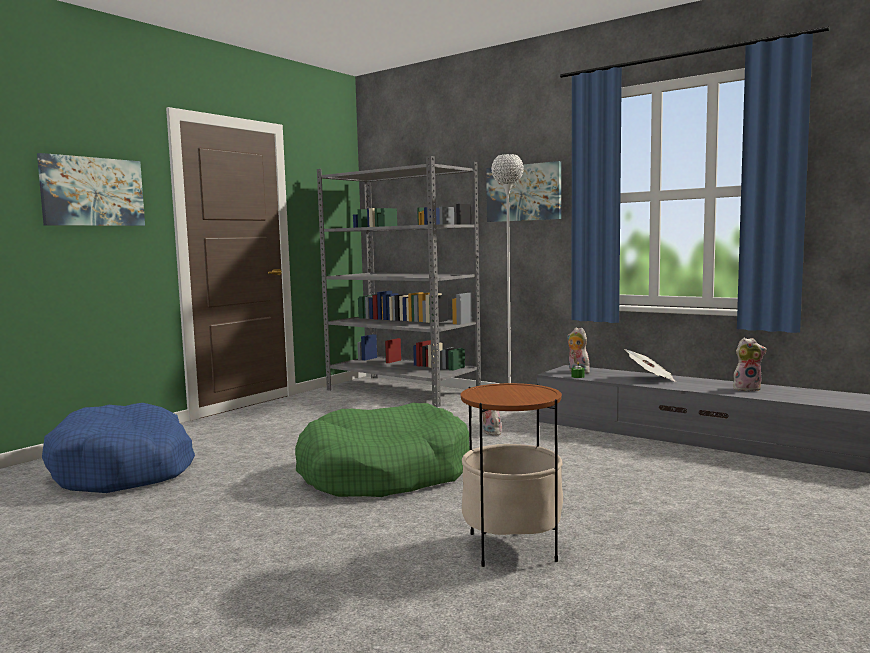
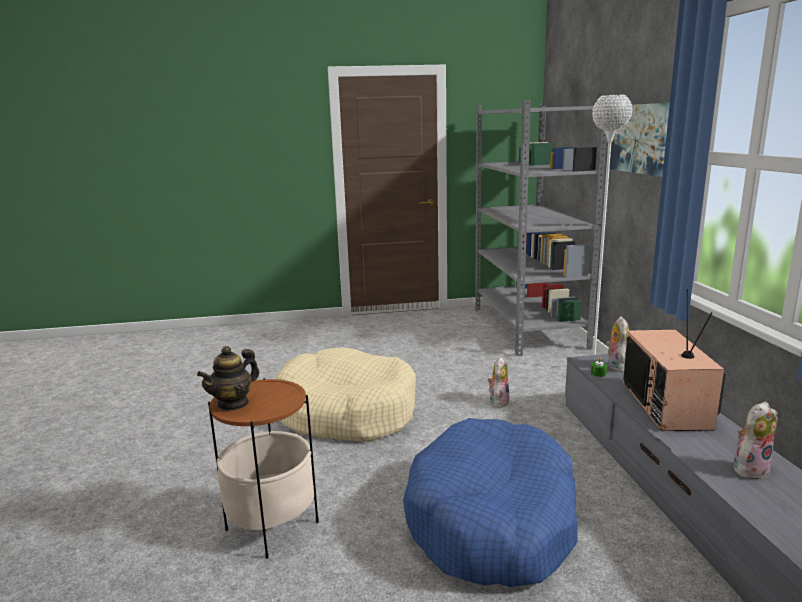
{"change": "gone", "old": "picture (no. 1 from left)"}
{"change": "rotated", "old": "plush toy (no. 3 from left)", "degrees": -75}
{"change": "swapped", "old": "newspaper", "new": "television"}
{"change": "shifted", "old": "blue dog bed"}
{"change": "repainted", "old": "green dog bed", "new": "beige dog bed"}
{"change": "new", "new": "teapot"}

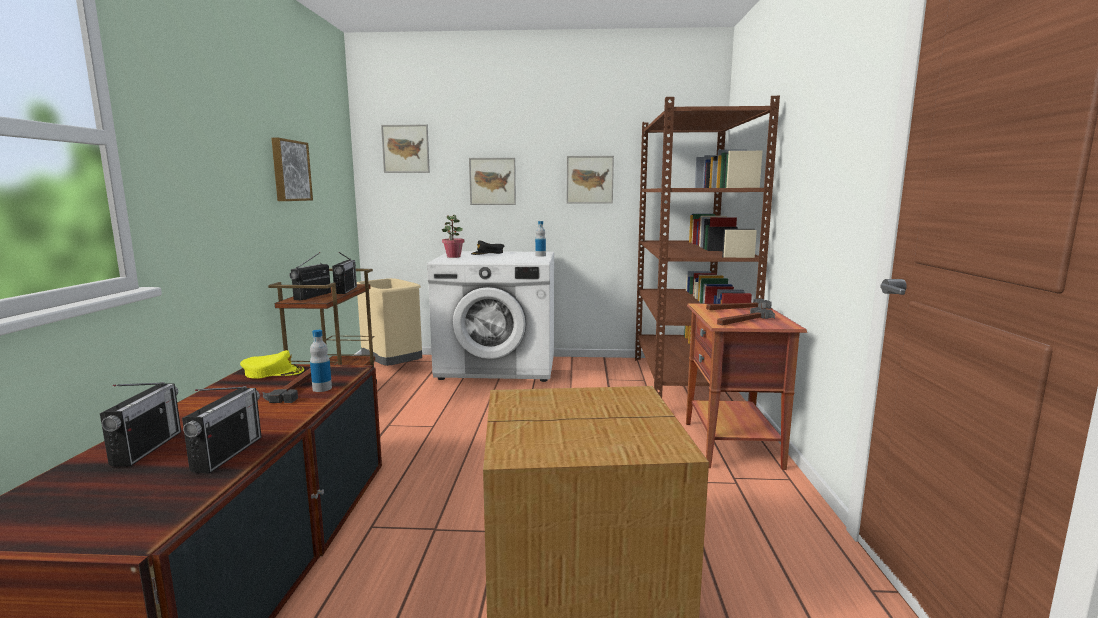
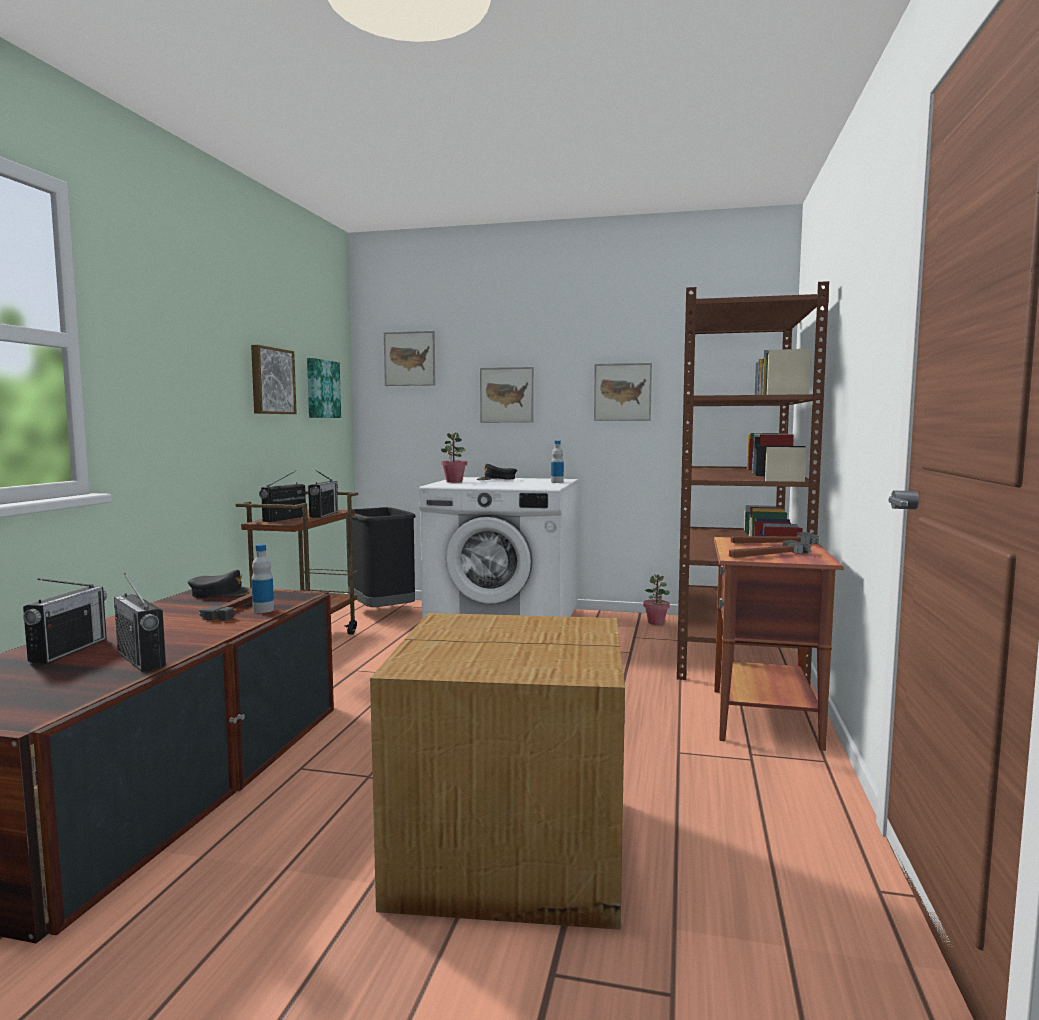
{"change": "repainted", "old": "beige trash can", "new": "black trash can"}
{"change": "repainted", "old": "yellow cap", "new": "black cap (no. 1 from left)"}
{"change": "rotated", "old": "radio (no. 2 from left)", "degrees": 120}
{"change": "new", "new": "picture (no. 2 from left)"}
{"change": "new", "new": "potted plant (no. 2 from left)"}

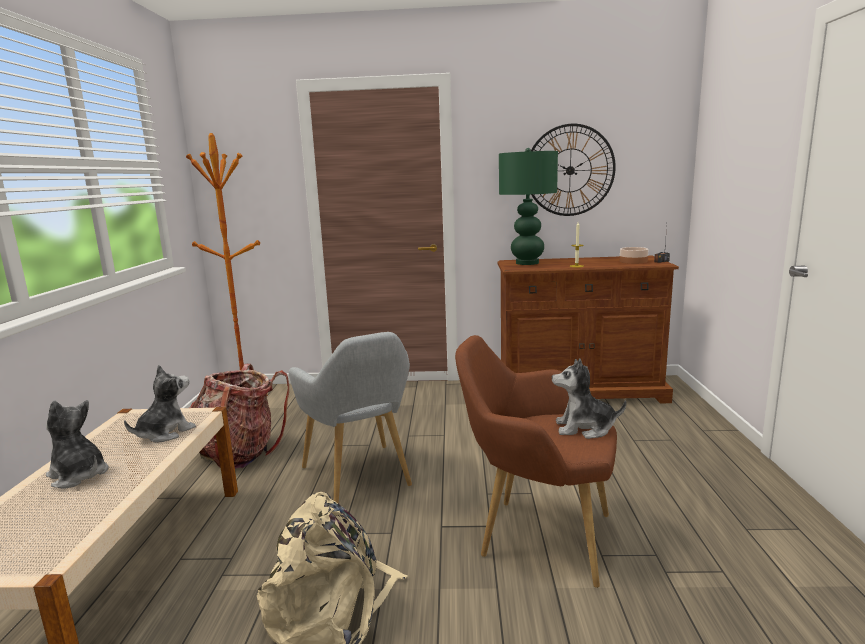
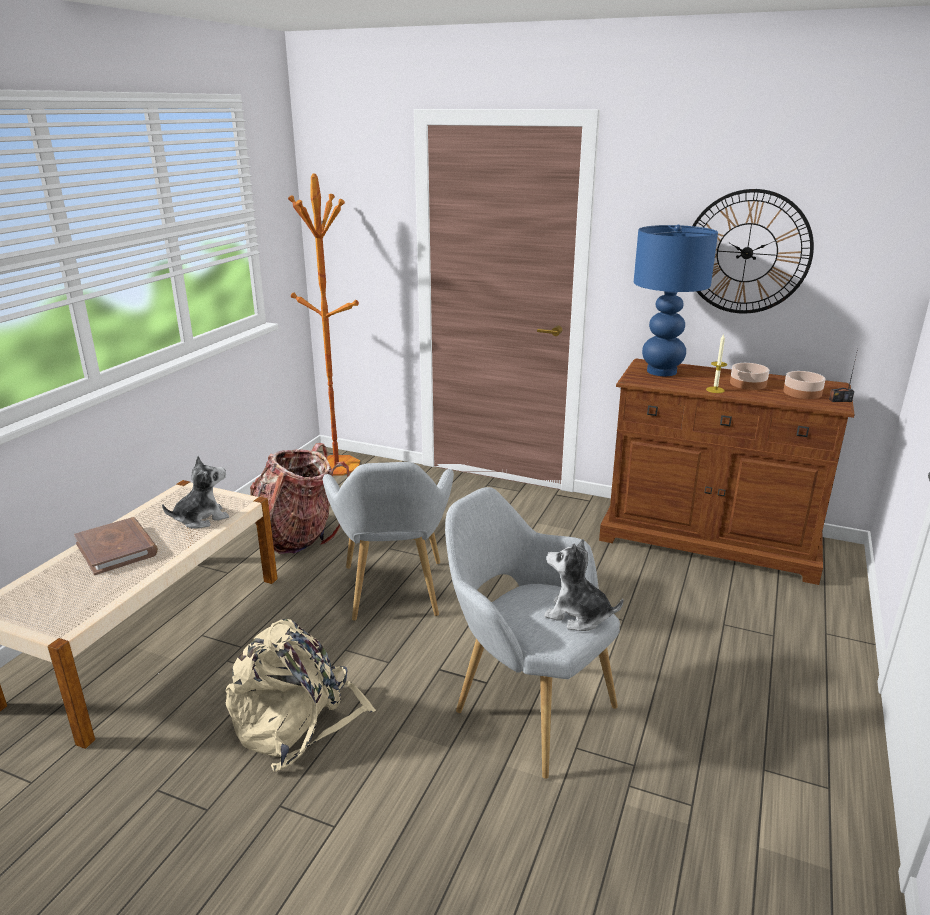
{"change": "repainted", "old": "green table lamp", "new": "blue table lamp"}
{"change": "repainted", "old": "brown armchair", "new": "grey armchair (no. 2 from left)"}
{"change": "swapped", "old": "plush toy (no. 1 from left)", "new": "brown book"}
{"change": "new", "new": "bowl (no. 1 from left)"}

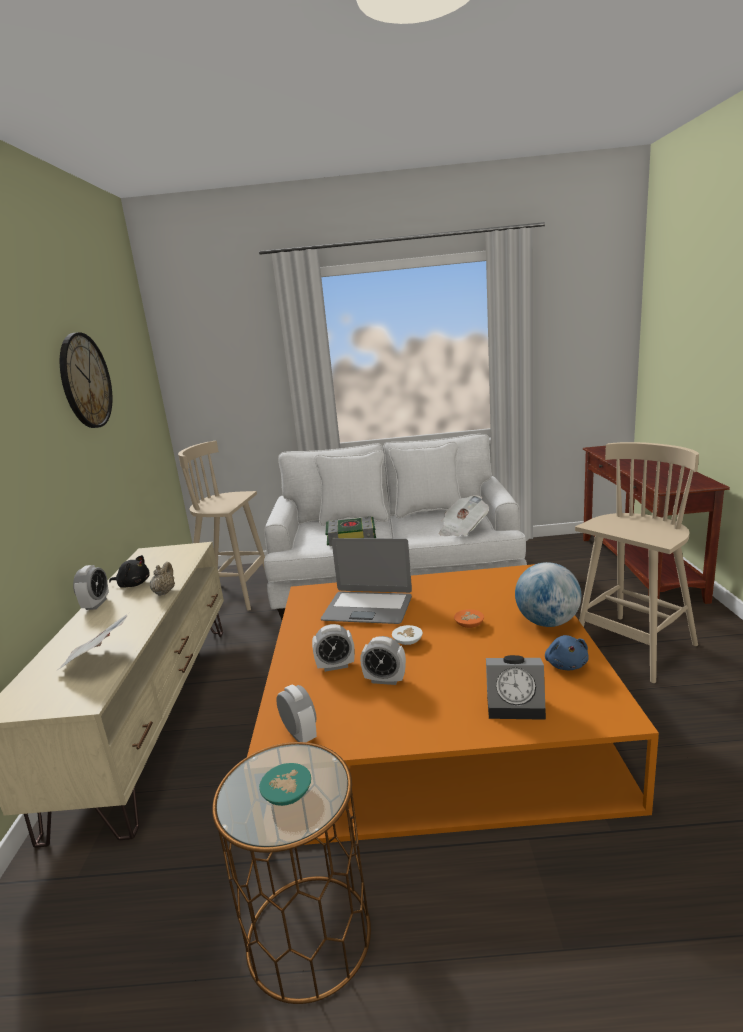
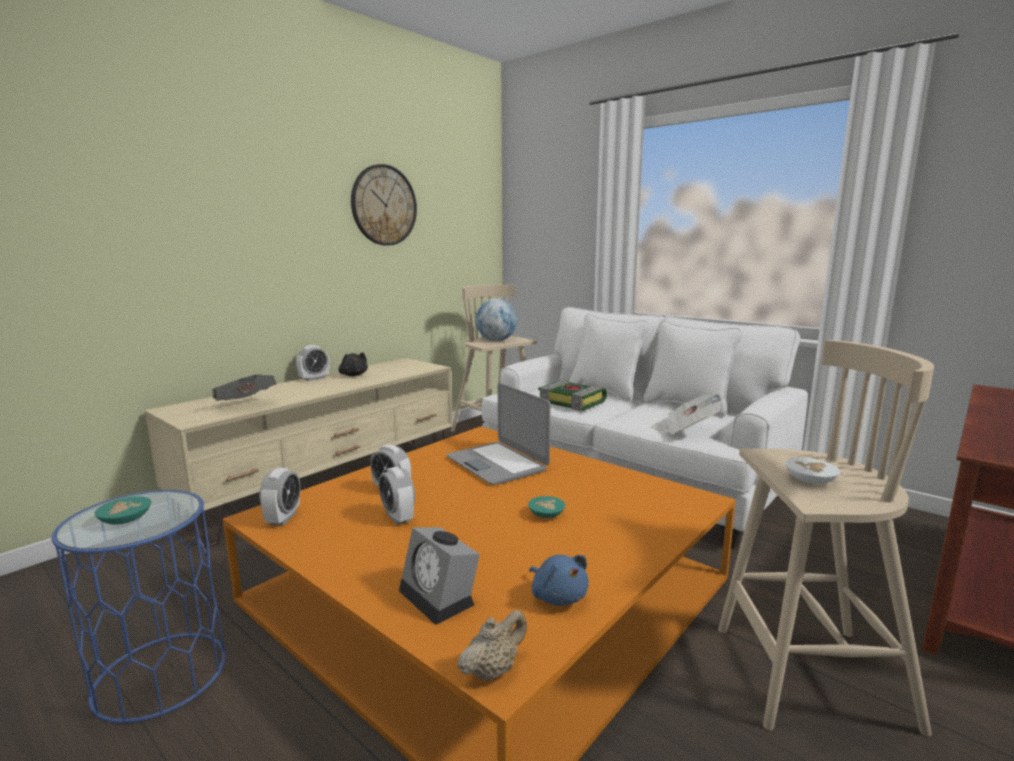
{"change": "shifted", "old": "beige teapot"}
{"change": "shifted", "old": "globe"}
{"change": "repainted", "old": "orange bowl", "new": "turquoise bowl (no. 2 from left)"}
{"change": "shifted", "old": "white bowl"}
{"change": "rotated", "old": "blue plush toy", "degrees": -75}
{"change": "repainted", "old": "brown side table", "new": "blue side table"}

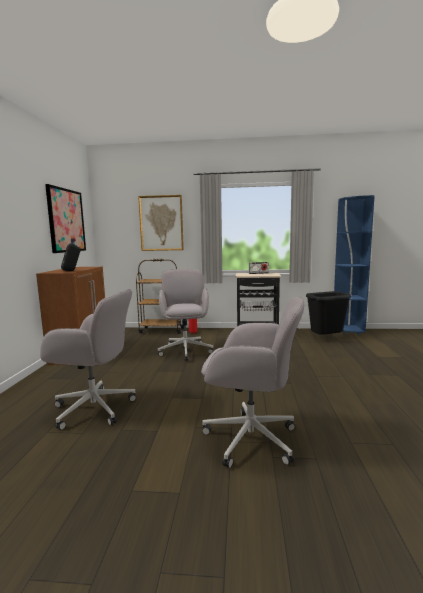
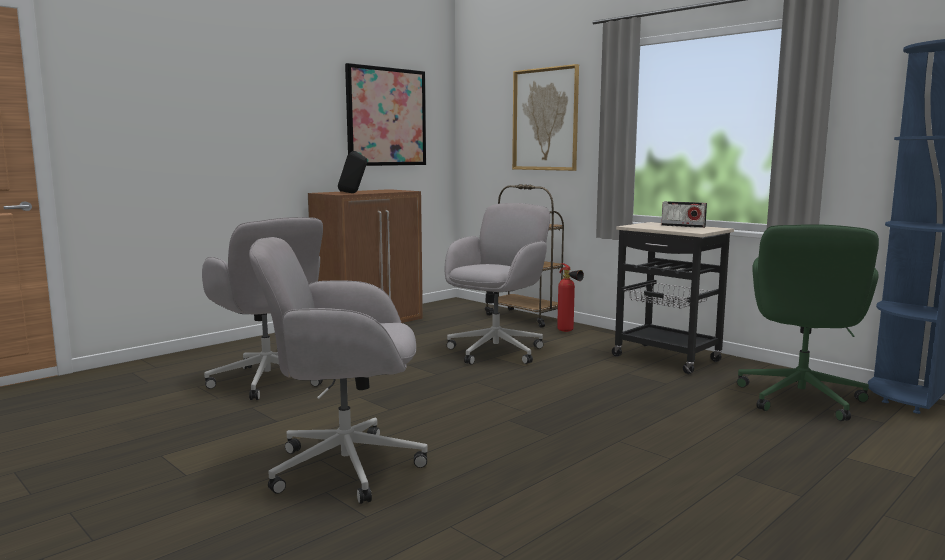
{"change": "swapped", "old": "black trash can", "new": "green office chair"}
{"change": "rotated", "old": "grey office chair (no. 3 from left in the first image)", "degrees": 120}

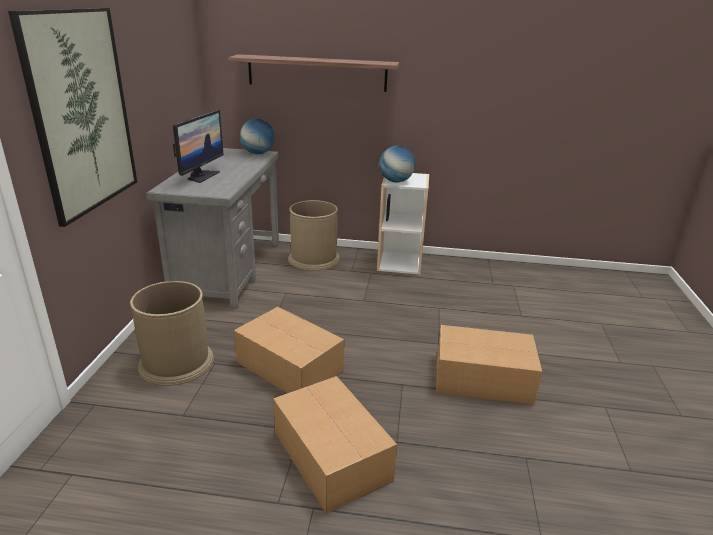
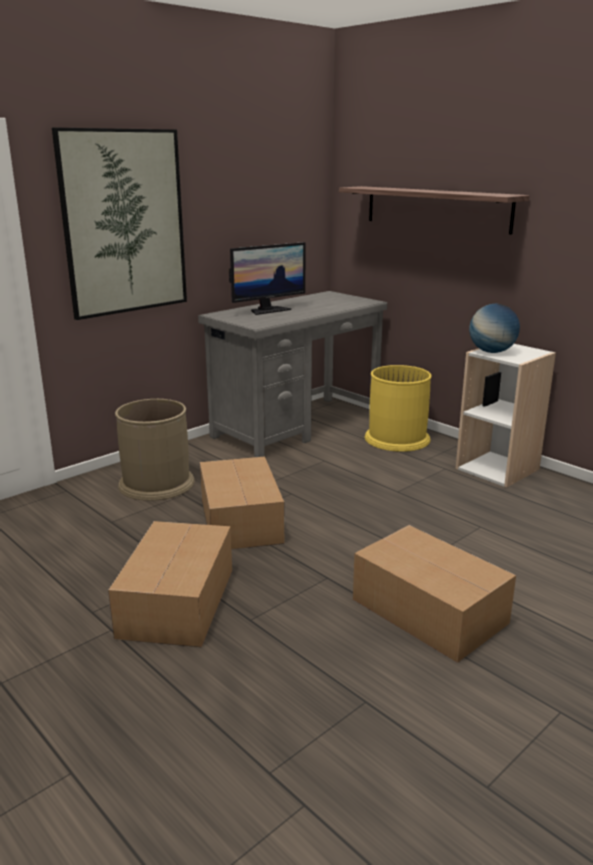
{"change": "gone", "old": "globe (no. 1 from left)"}
{"change": "repainted", "old": "brown trash can (no. 2 from left)", "new": "yellow trash can"}

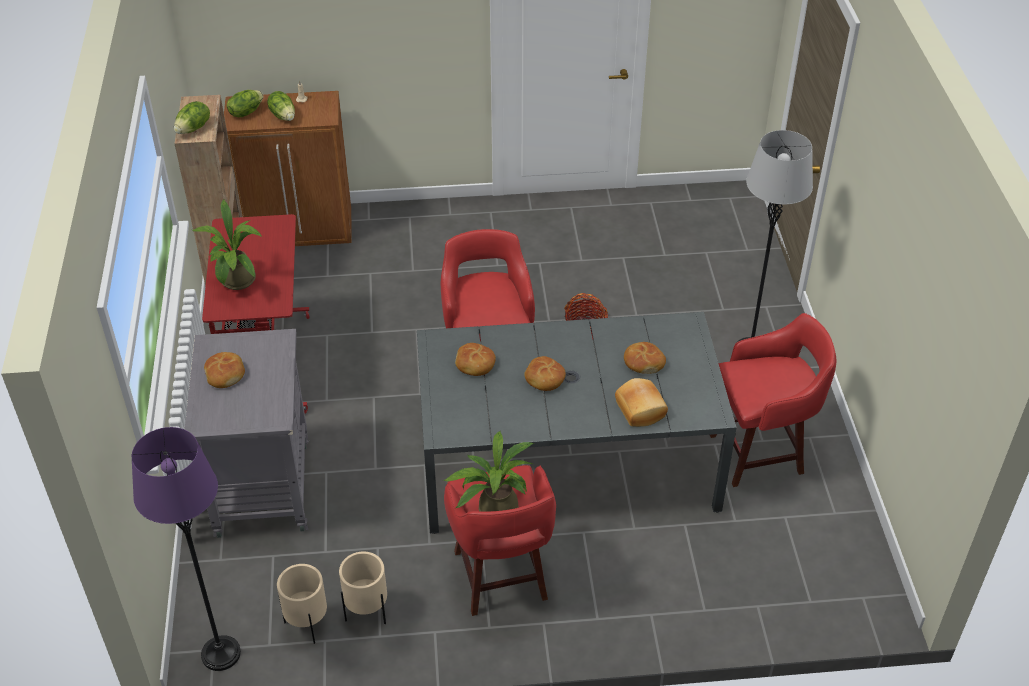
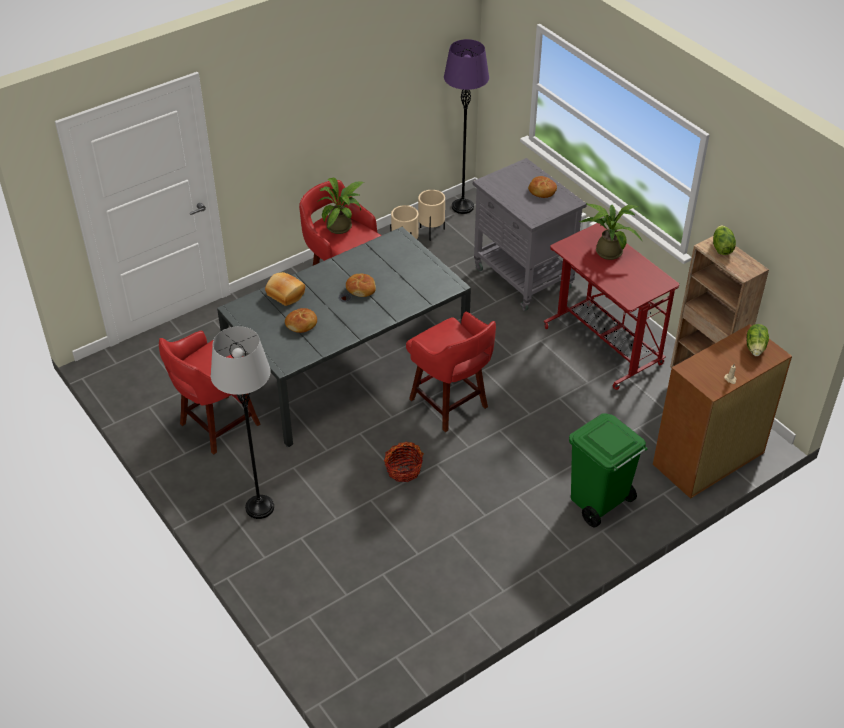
{"change": "gone", "old": "lettuce (no. 3 from left)"}
{"change": "gone", "old": "bread (no. 2 from left)"}
{"change": "new", "new": "green trash can"}

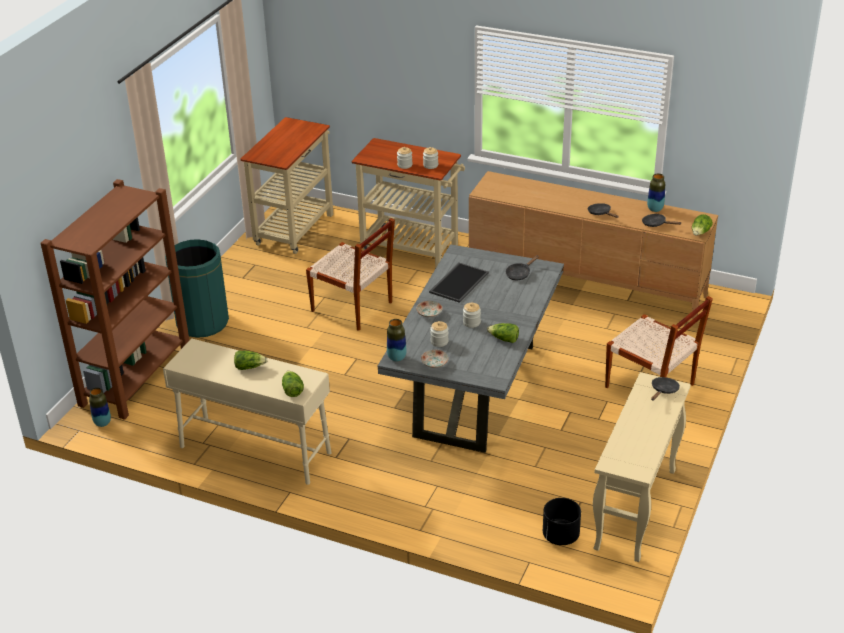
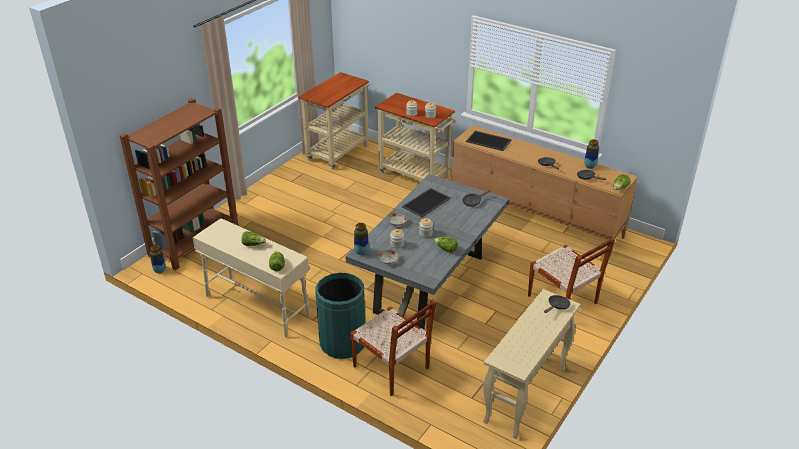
{"change": "shifted", "old": "chair (no. 1 from left)"}
{"change": "shifted", "old": "green trash can"}
{"change": "gone", "old": "black planter"}
{"change": "new", "new": "tray (no. 2 from left)"}

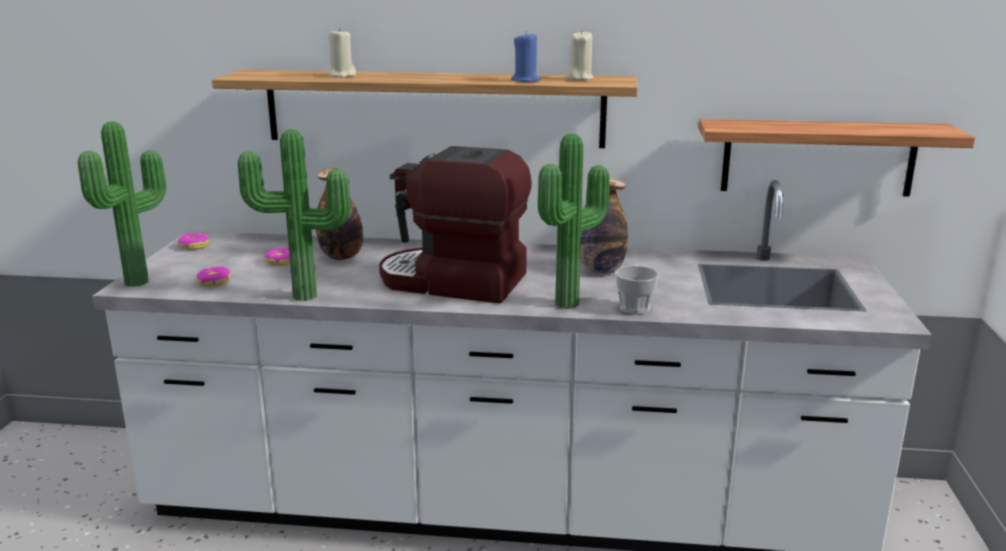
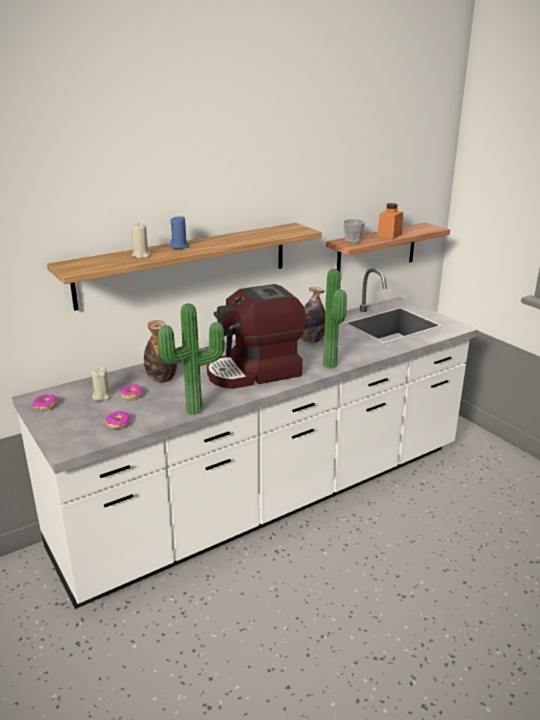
{"change": "shifted", "old": "beige candle (no. 2 from left in the first image)", "new": "beige candle (no. 1 from left)"}
{"change": "shifted", "old": "blue candle"}
{"change": "gone", "old": "potted plant (no. 1 from left)"}
{"change": "shifted", "old": "cup"}
{"change": "new", "new": "orange jar"}

